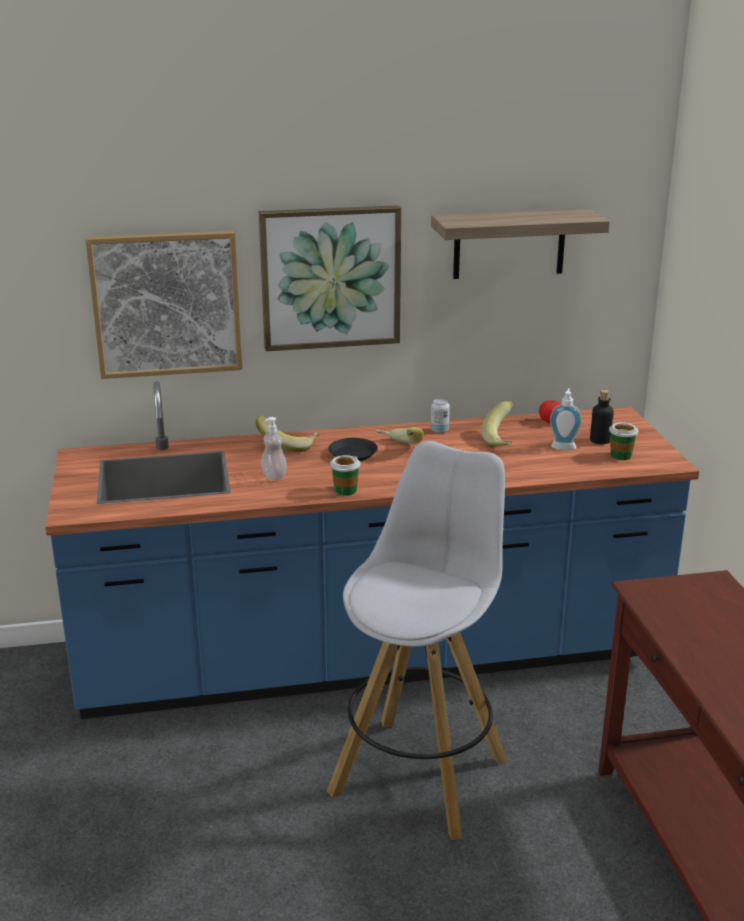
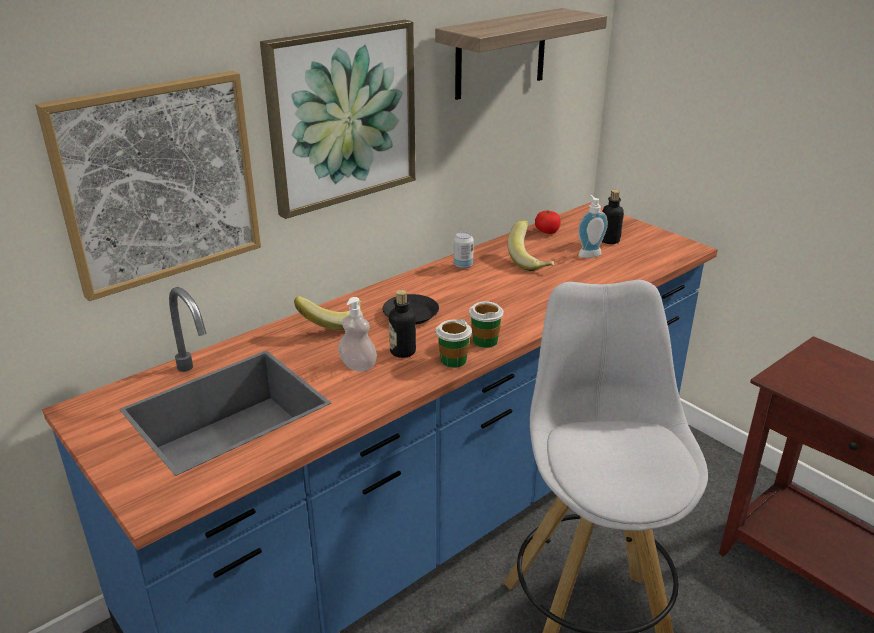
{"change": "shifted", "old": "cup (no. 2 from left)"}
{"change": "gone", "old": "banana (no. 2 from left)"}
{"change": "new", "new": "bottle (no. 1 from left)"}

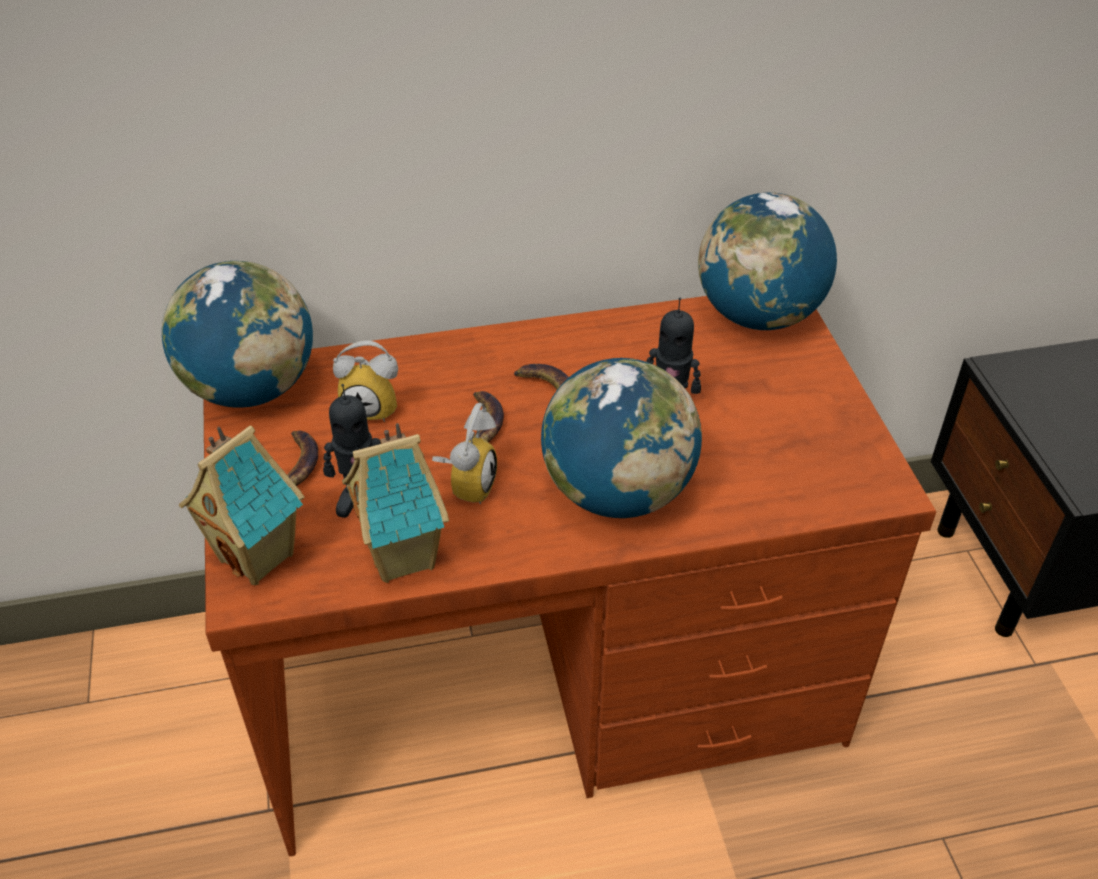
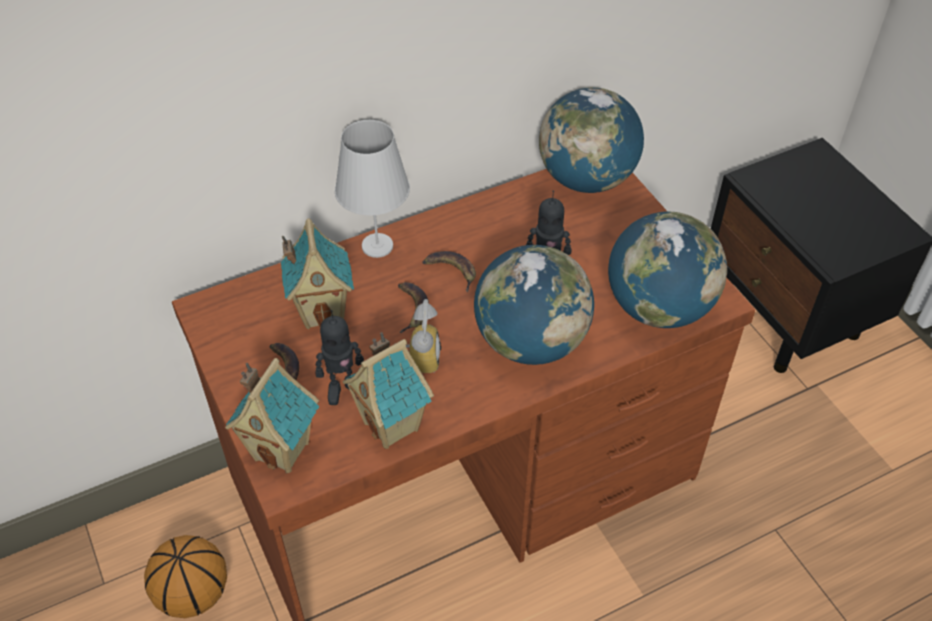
{"change": "shifted", "old": "globe (no. 1 from left in the first image)", "new": "globe (no. 3 from left)"}
{"change": "swapped", "old": "alarm clock (no. 1 from left)", "new": "toy house (no. 2 from left)"}
{"change": "new", "new": "white table lamp"}
{"change": "new", "new": "basketball"}

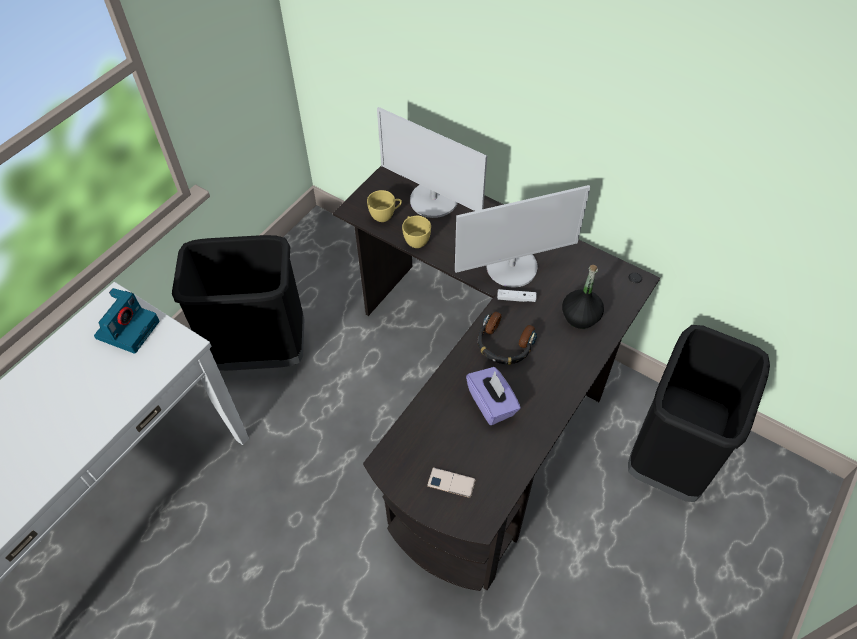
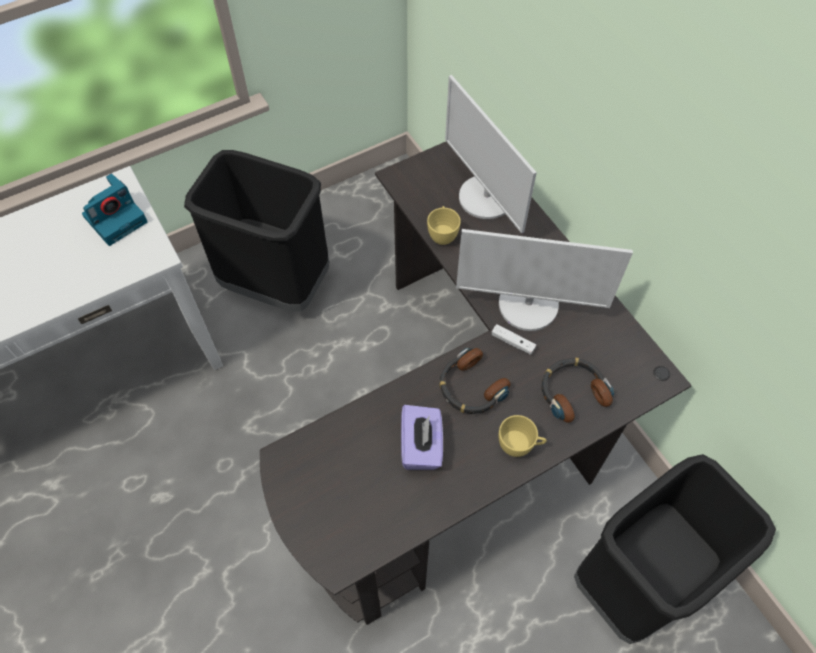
{"change": "shifted", "old": "yellow cup (no. 1 from left in the first image)", "new": "yellow cup (no. 2 from left)"}
{"change": "swapped", "old": "black bottle", "new": "headphones (no. 2 from left)"}
{"change": "gone", "old": "phone"}

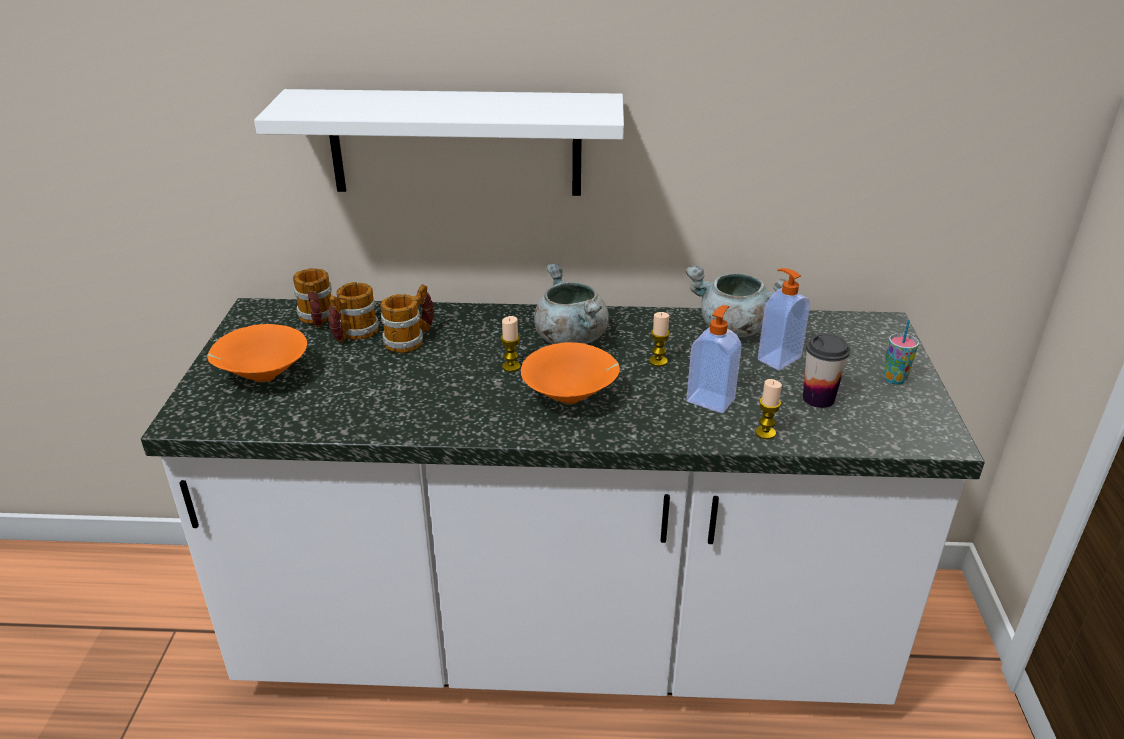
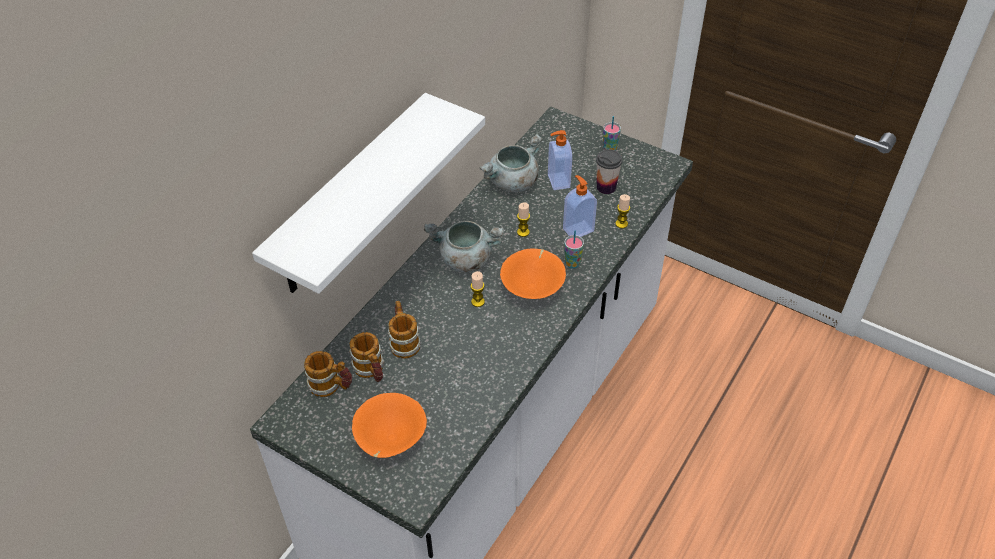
{"change": "new", "new": "cup (no. 1 from left)"}

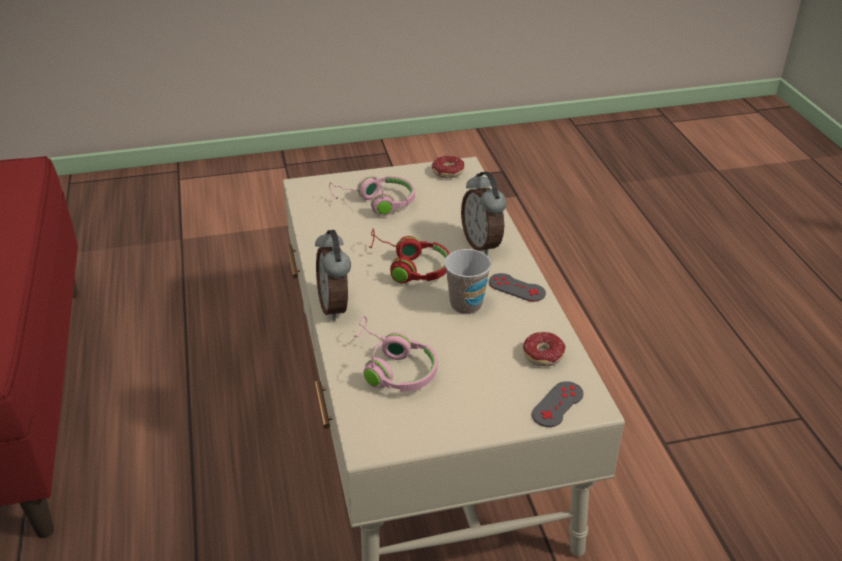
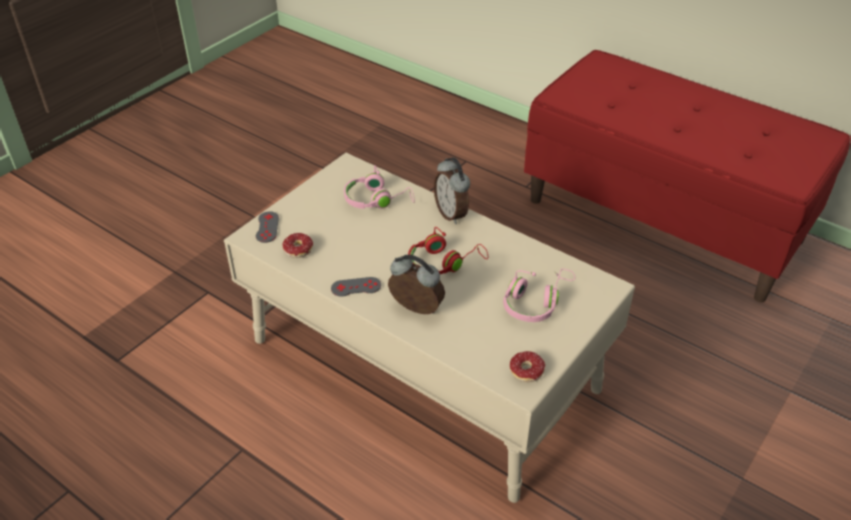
{"change": "rotated", "old": "alarm clock (no. 1 from left in the first image)", "degrees": -150}
{"change": "gone", "old": "cup"}

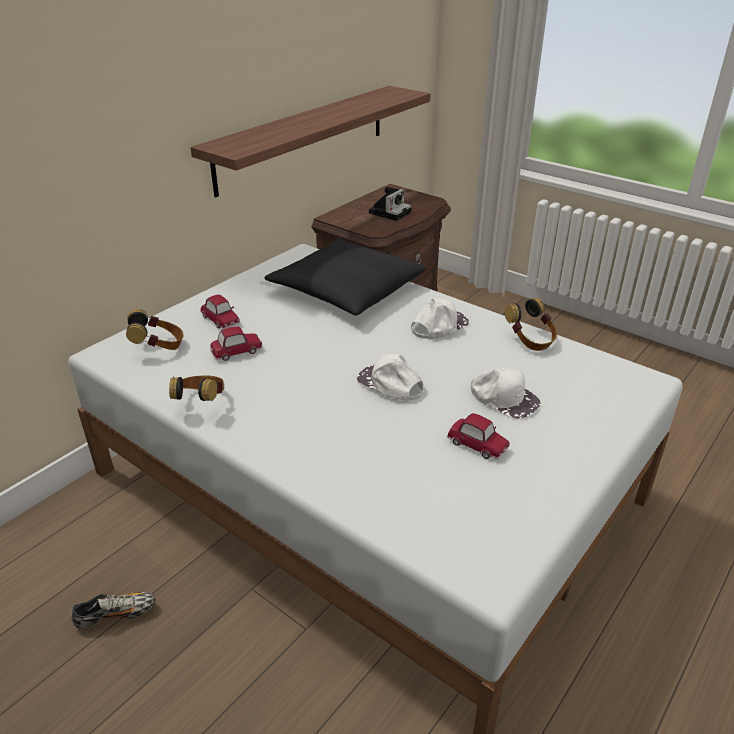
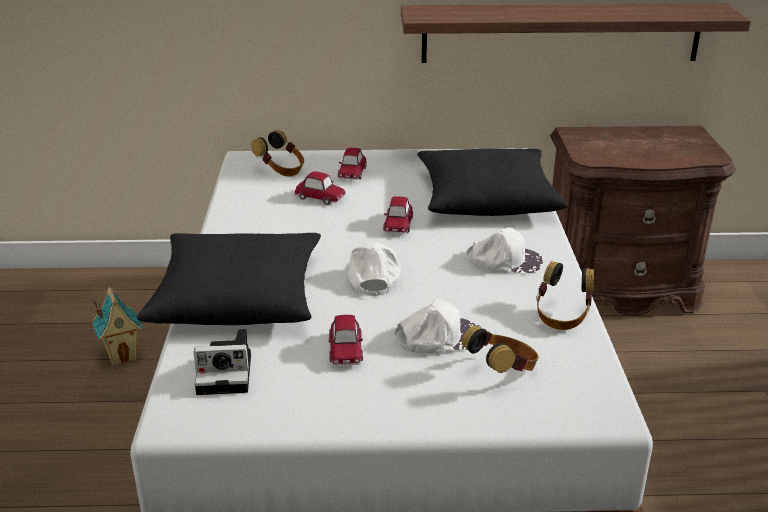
{"change": "shifted", "old": "photo camera"}
{"change": "rotated", "old": "white cap (no. 3 from left in the first image)", "degrees": -105}
{"change": "shifted", "old": "headphones (no. 2 from left)"}
{"change": "swapped", "old": "shoe", "new": "toy house"}
{"change": "new", "new": "toy car (no. 4 from left)"}
{"change": "new", "new": "black pillow (no. 1 from left)"}

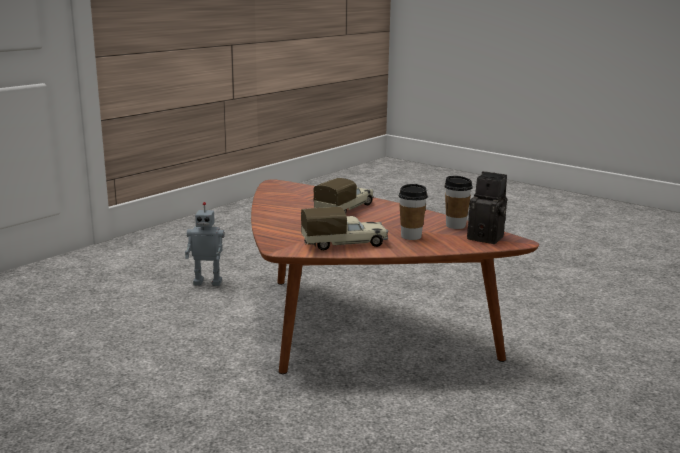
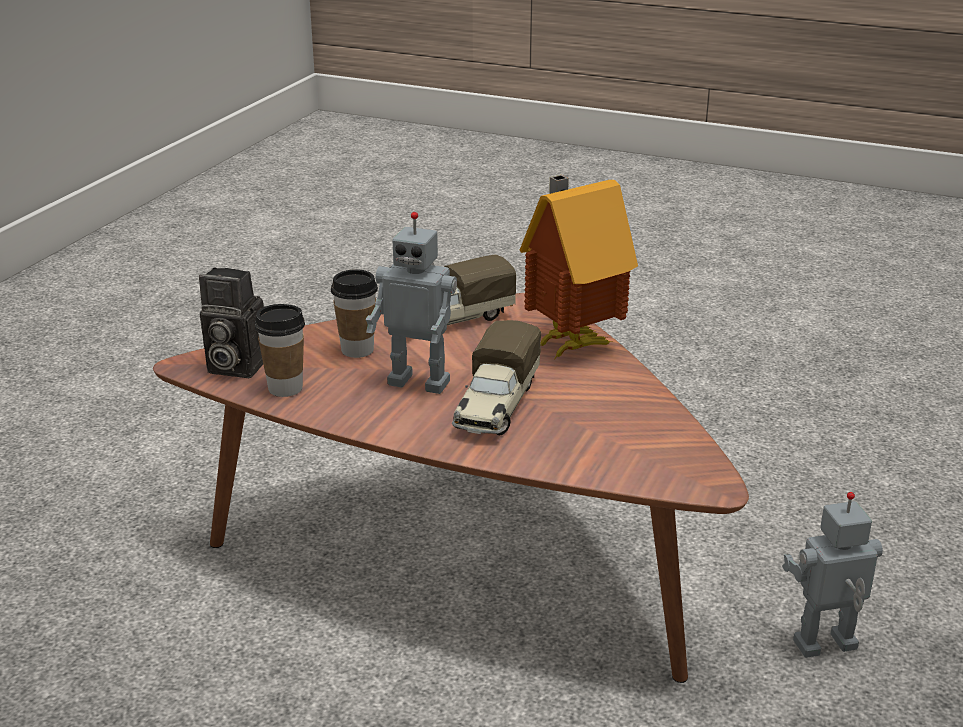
{"change": "new", "new": "toy house"}
{"change": "new", "new": "toy robot (no. 1 from left)"}

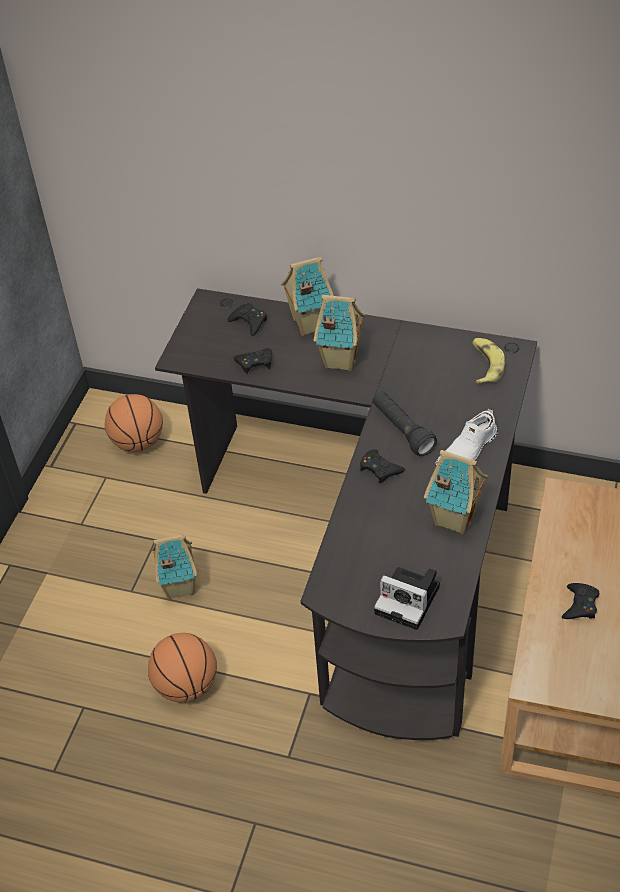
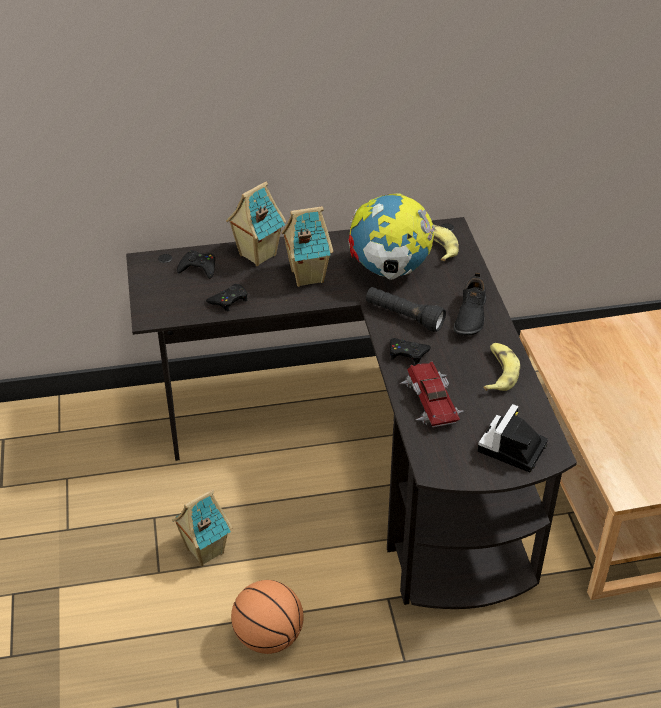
{"change": "gone", "old": "basketball (no. 1 from left)"}
{"change": "repainted", "old": "white shoe", "new": "black shoe"}
{"change": "swapped", "old": "toy house (no. 4 from left)", "new": "banana (no. 2 from left)"}
{"change": "rotated", "old": "photo camera", "degrees": 120}
{"change": "gone", "old": "black game controller (no. 4 from left)"}
{"change": "new", "new": "globe"}
{"change": "new", "new": "toy car"}

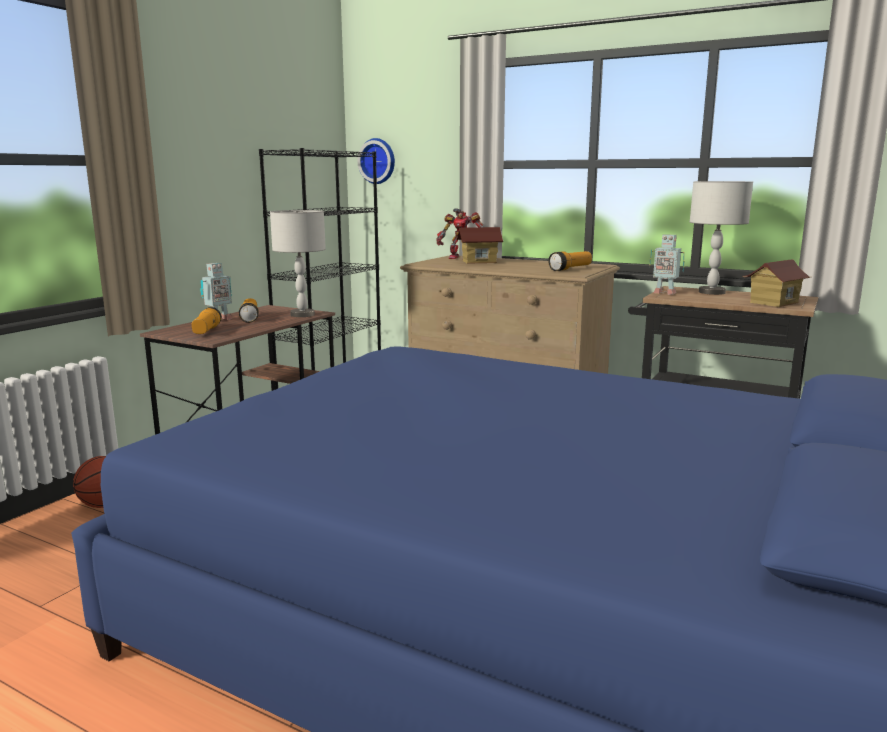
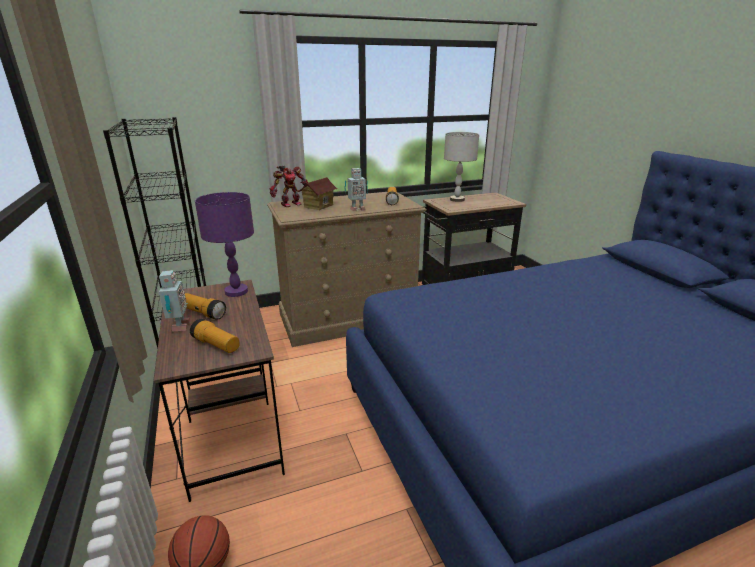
{"change": "gone", "old": "wall clock"}
{"change": "repainted", "old": "grey table lamp (no. 1 from left)", "new": "purple table lamp"}
{"change": "shifted", "old": "toy robot (no. 3 from left)"}
{"change": "gone", "old": "toy house (no. 2 from left)"}

